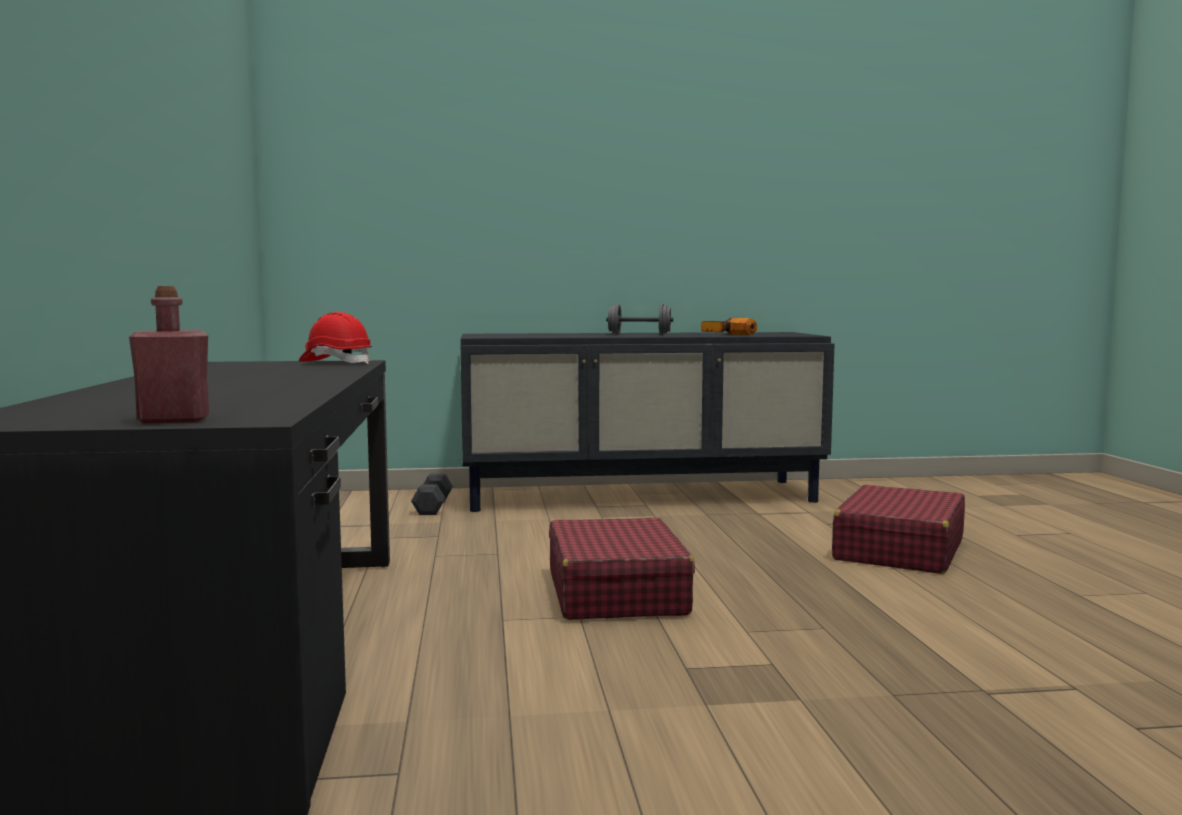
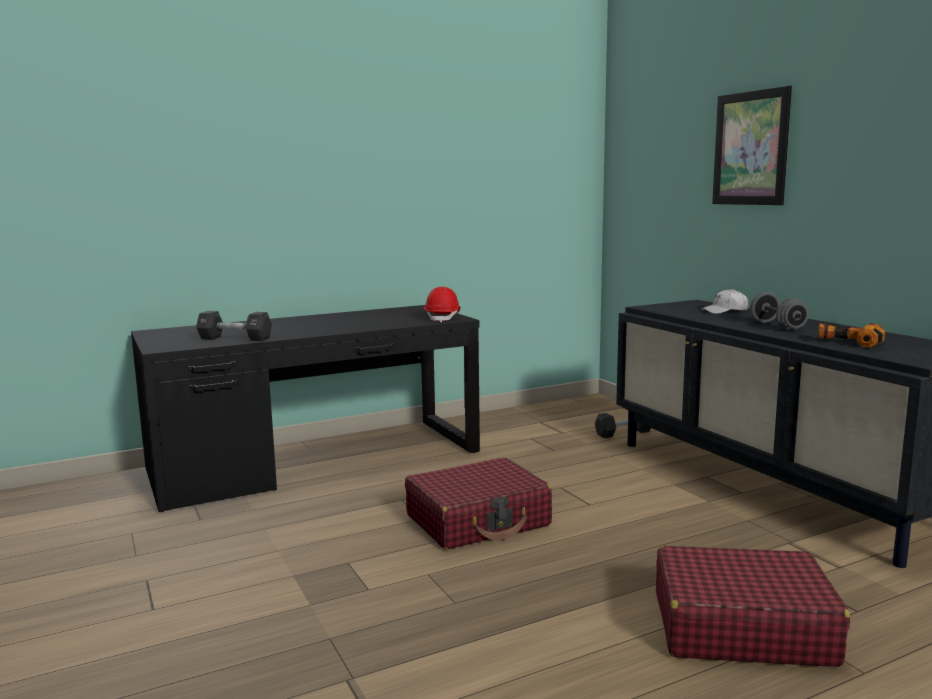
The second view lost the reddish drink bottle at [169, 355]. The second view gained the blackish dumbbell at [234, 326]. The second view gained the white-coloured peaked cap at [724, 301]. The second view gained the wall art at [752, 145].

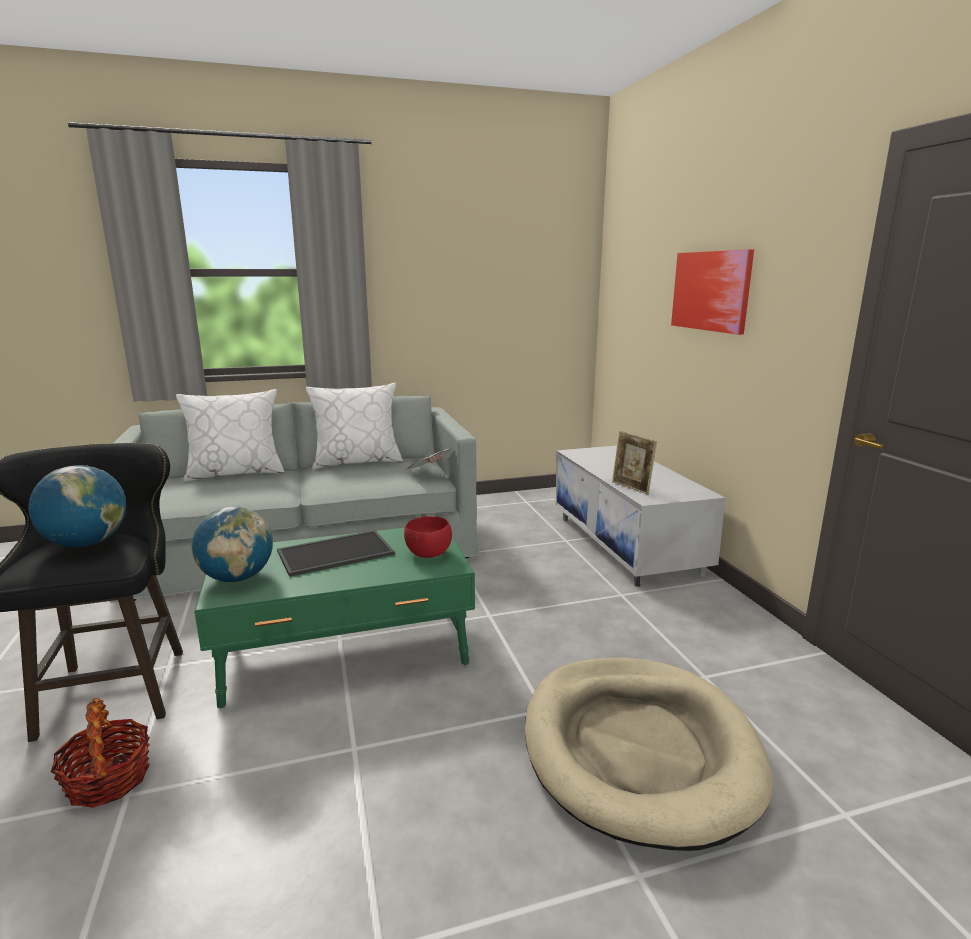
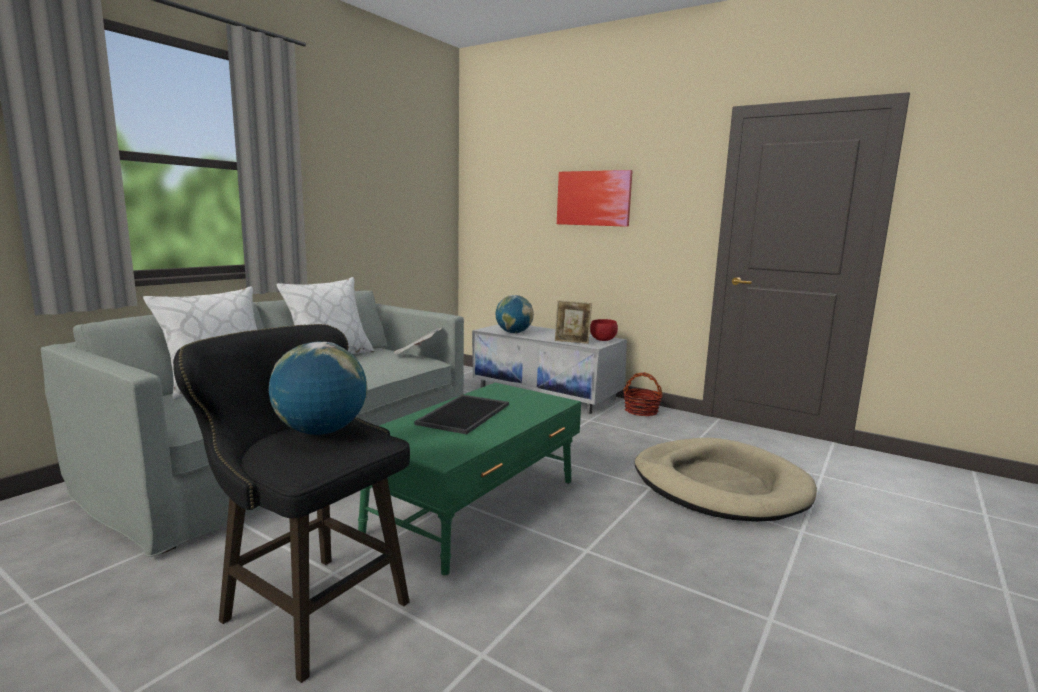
The basket ended up elsewhere, having gone from [100, 753] to [643, 394]. The globe ended up elsewhere, having gone from [232, 544] to [515, 314]. The reddish deep dish ended up elsewhere, having gone from [428, 537] to [604, 330].

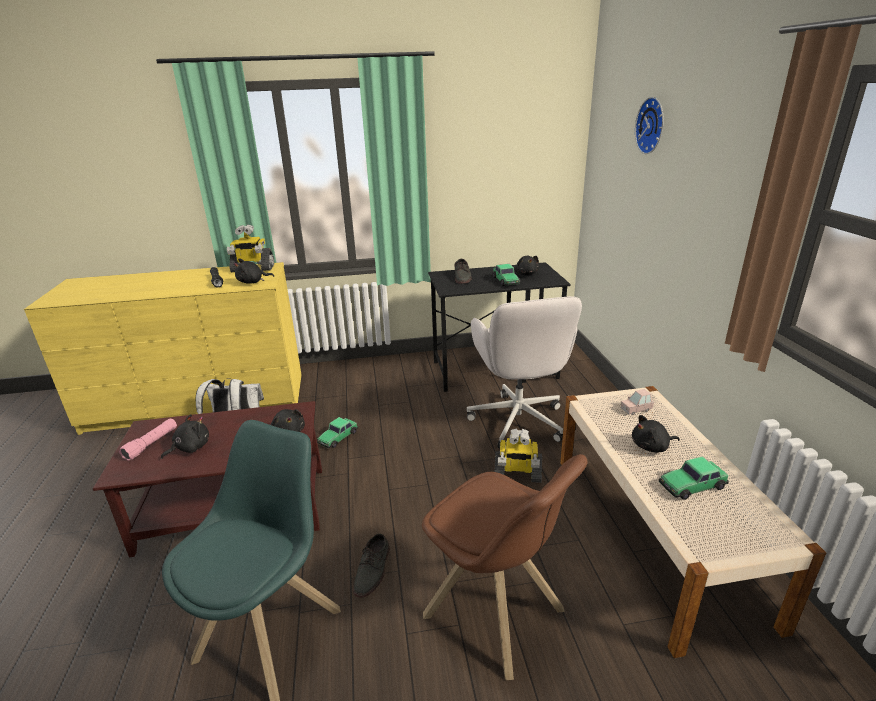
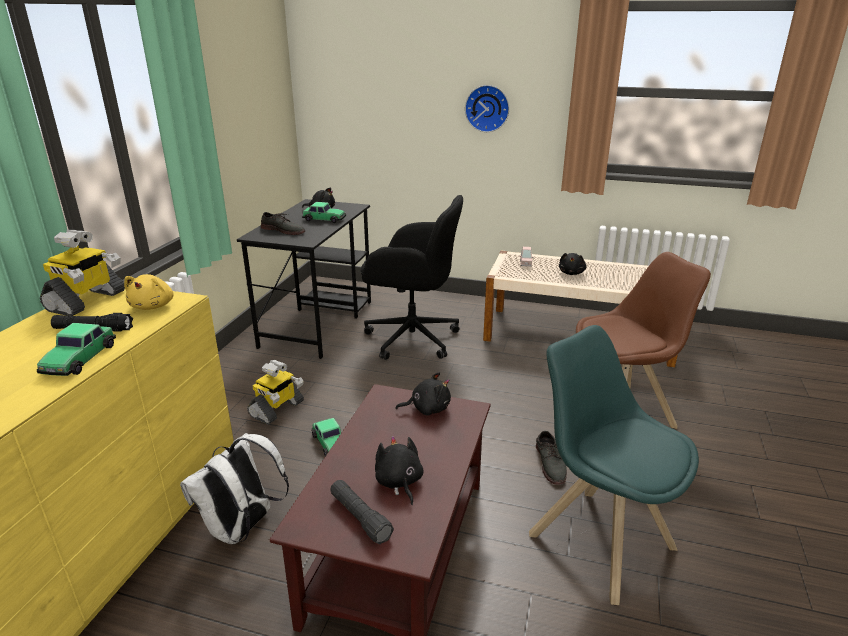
What was the pinkish torch at [148, 440] turned into the blackish torch at [362, 512]. What was the blackish soft toy at [254, 271] turned into the yellow-coloured soft toy at [149, 292]. The grey low shoe at [371, 565] ended up facing another way, 45 degrees clockwise from before. What was the white-coloured desk chair at [524, 372] turned into the blackish desk chair at [411, 277]. The robot figure ended up elsewhere, having gone from [518, 456] to [275, 392]. The hanging clock ended up elsewhere, having gone from [649, 125] to [487, 108]. The toy car ended up elsewhere, having gone from [694, 478] to [76, 349].

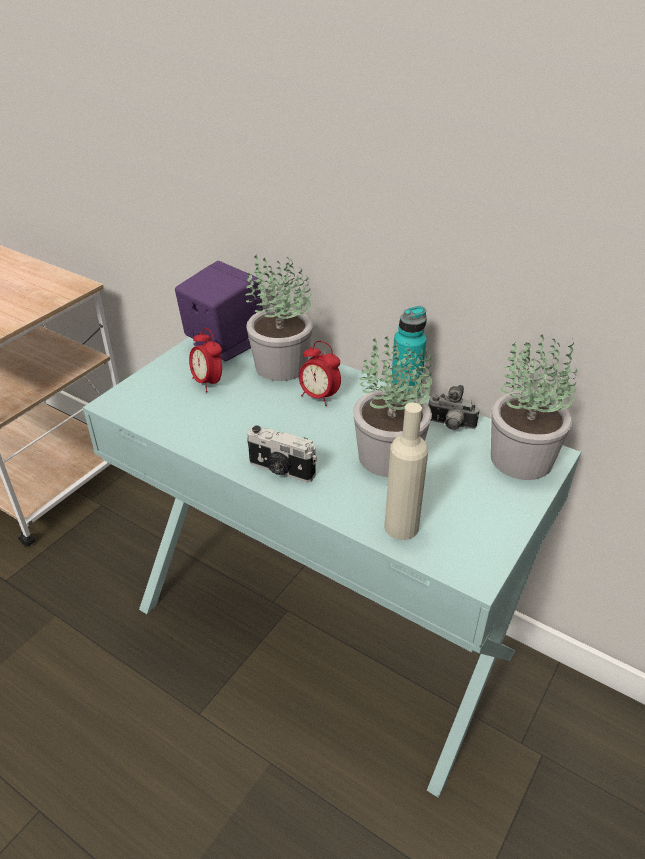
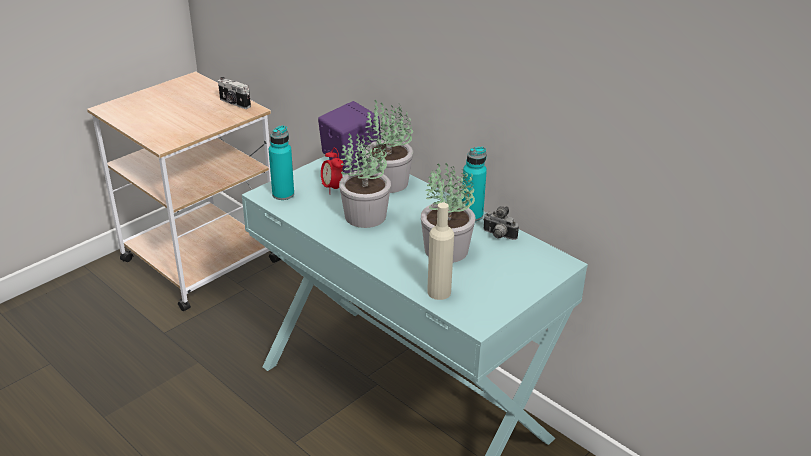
The still camera ended up elsewhere, having gone from [282, 454] to [234, 93]. The second view lost the bedside clock at [320, 373]. The plant in a pot ended up elsewhere, having gone from [534, 407] to [365, 179]. The second view gained the turquoise drink bottle at [281, 162].

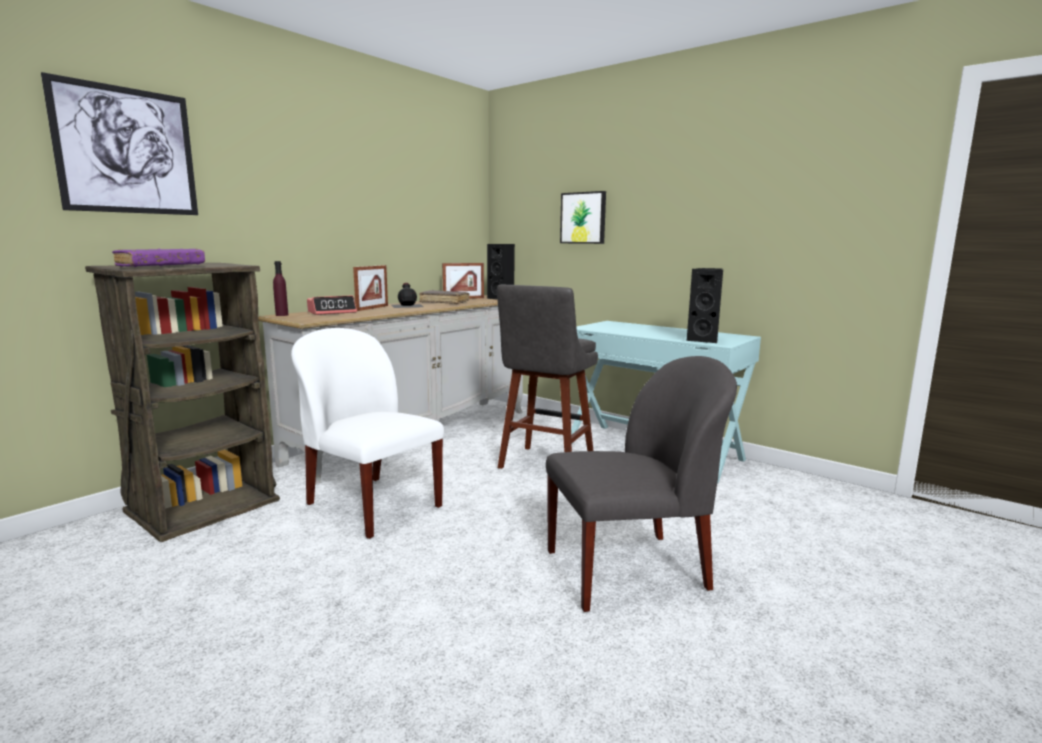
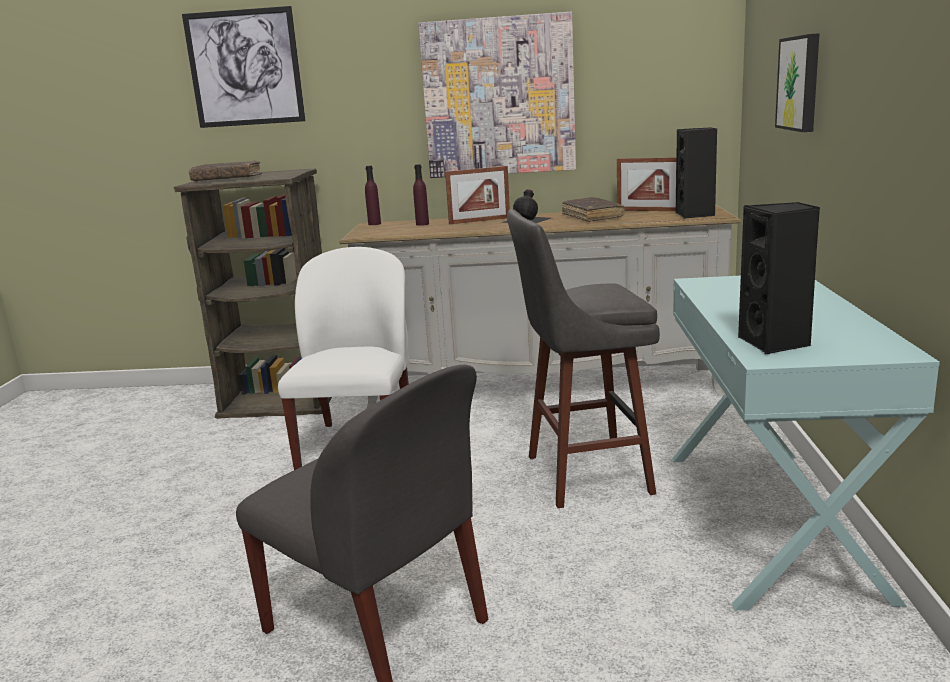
What was the purple-coloured book at [158, 257] turned into the brownish book at [225, 171]. Where the bedside clock stood at [332, 305], the purple-coloured drink bottle came to stand at [421, 195]. The second view gained the wall art at [497, 95].

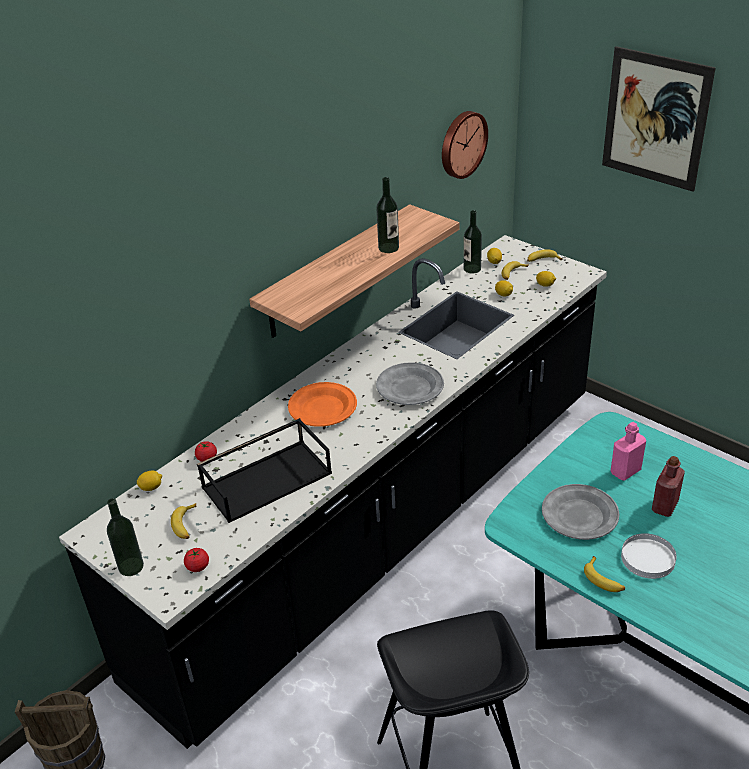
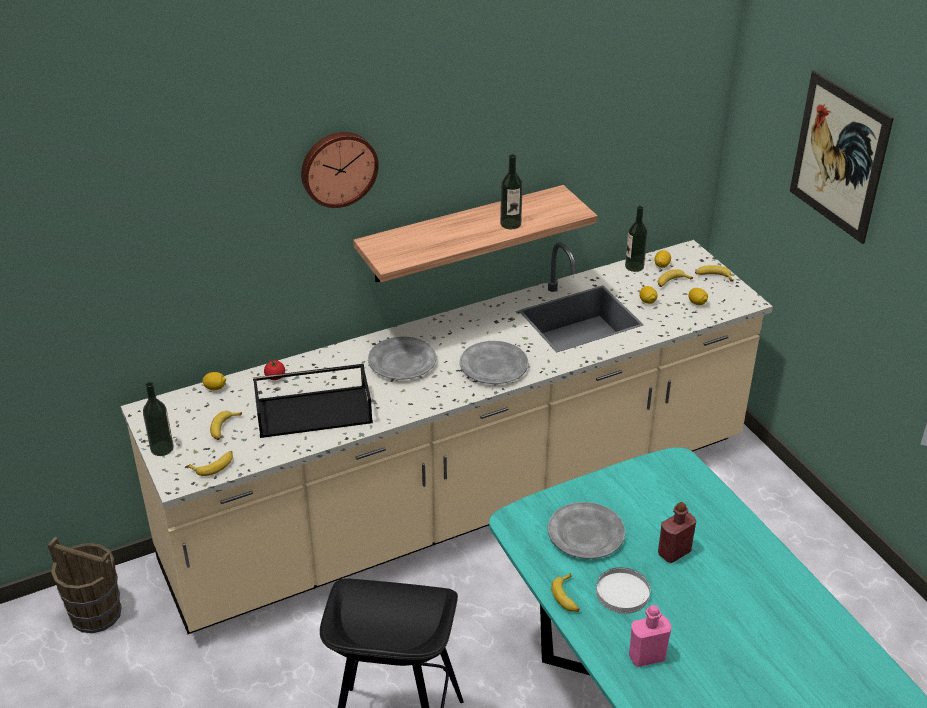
What was the blackish kitchen counter at [333, 492] turned into the sand-coloured kitchen counter at [447, 437]. Where the whole tomato stood at [196, 560], the banana fruit came to stand at [210, 463]. What was the orange-coloured dinner plate at [322, 404] turned into the grey dinner plate at [402, 358]. The hanging clock ended up elsewhere, having gone from [465, 145] to [340, 170]. The pinkish drink bottle ended up elsewhere, having gone from [628, 451] to [650, 636].

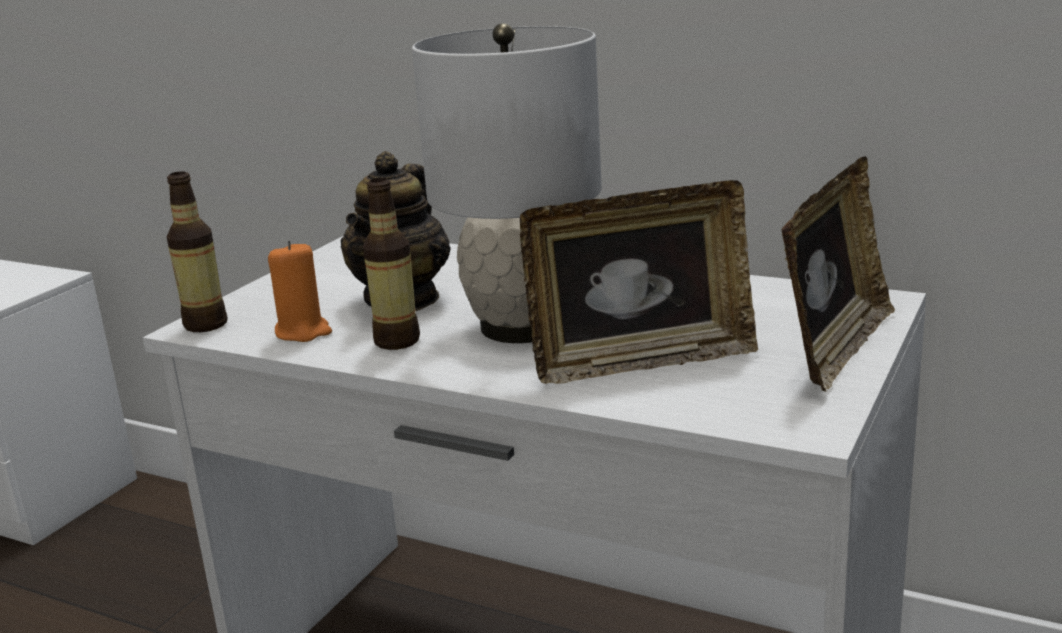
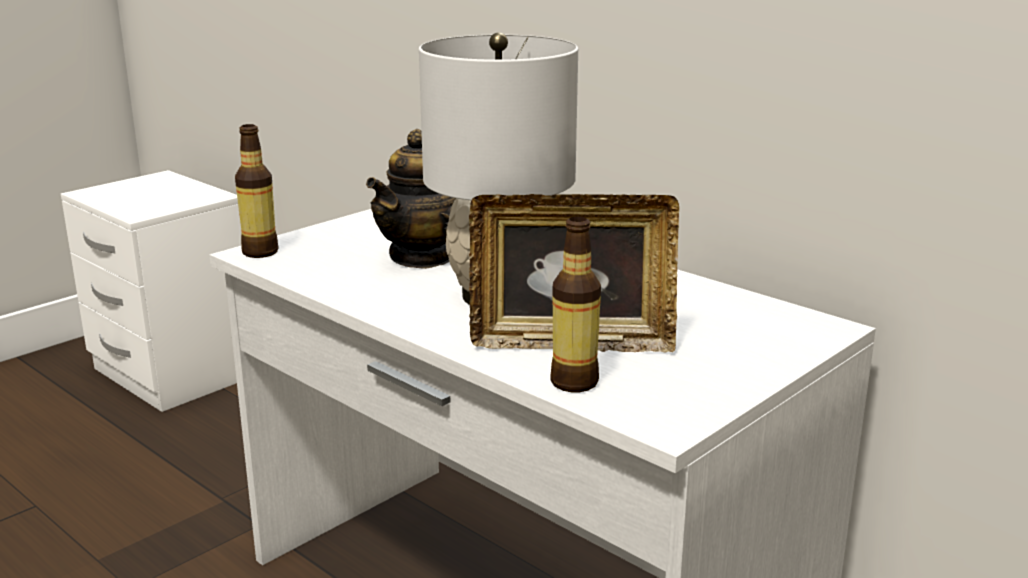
The second view lost the orange-coloured wax light at [300, 291]. The drink bottle ended up elsewhere, having gone from [391, 264] to [575, 304]. The second view lost the standing frame at [838, 274].

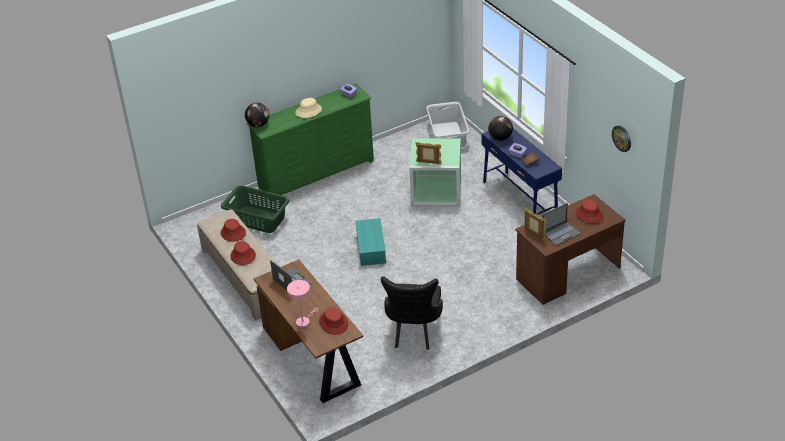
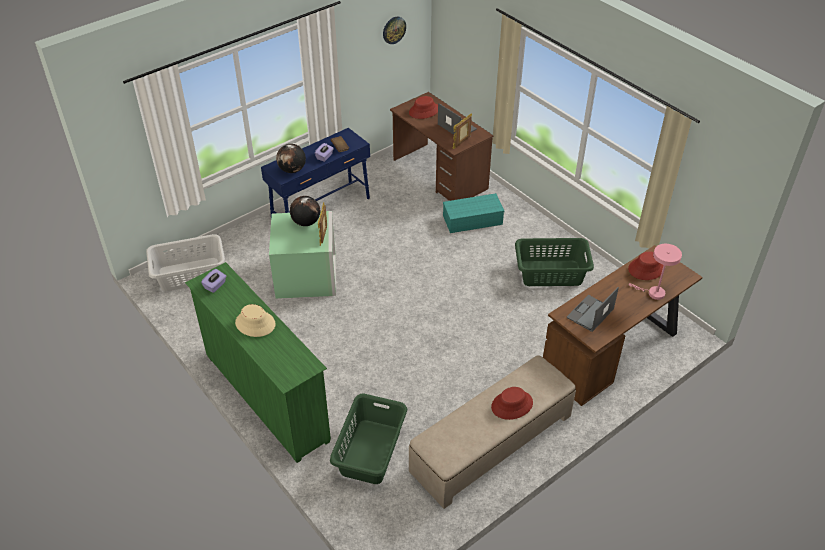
The second view lost the reddish wearable hat at [233, 230]. The globe ended up elsewhere, having gone from [257, 115] to [305, 211]. The turquoise storage bin ended up elsewhere, having gone from [370, 242] to [474, 213]. Where the blackish upright chair stood at [412, 313], the green-coloured hamper came to stand at [554, 262].

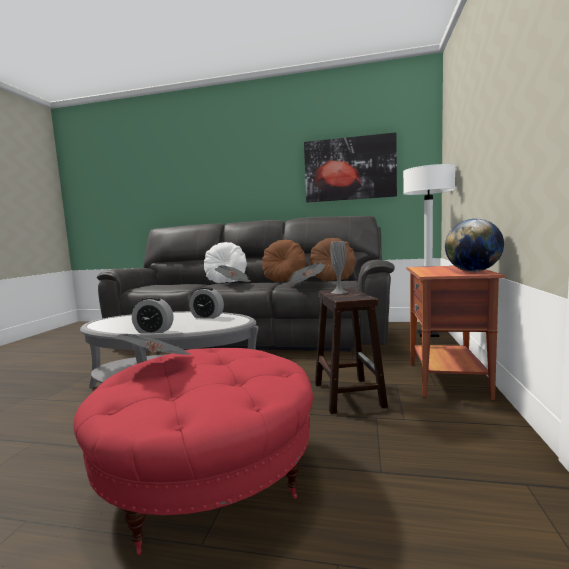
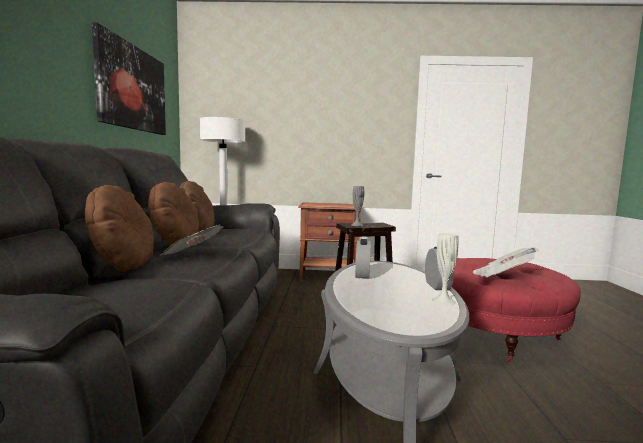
What was the white-coloured pillow at [225, 262] turned into the brownish pillow at [119, 228]. The second view lost the printed paper at [306, 273]. The second view lost the globe at [474, 245]. The second view gained the white-coloured vase at [445, 269].

